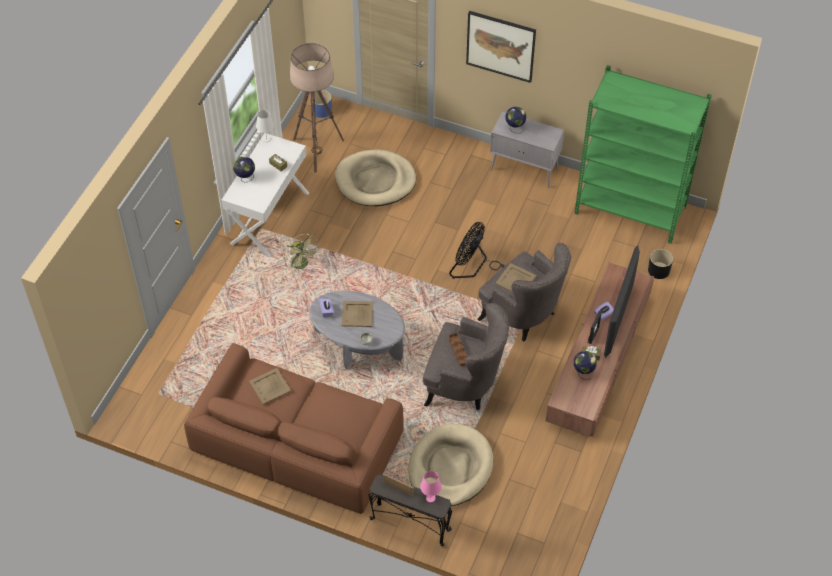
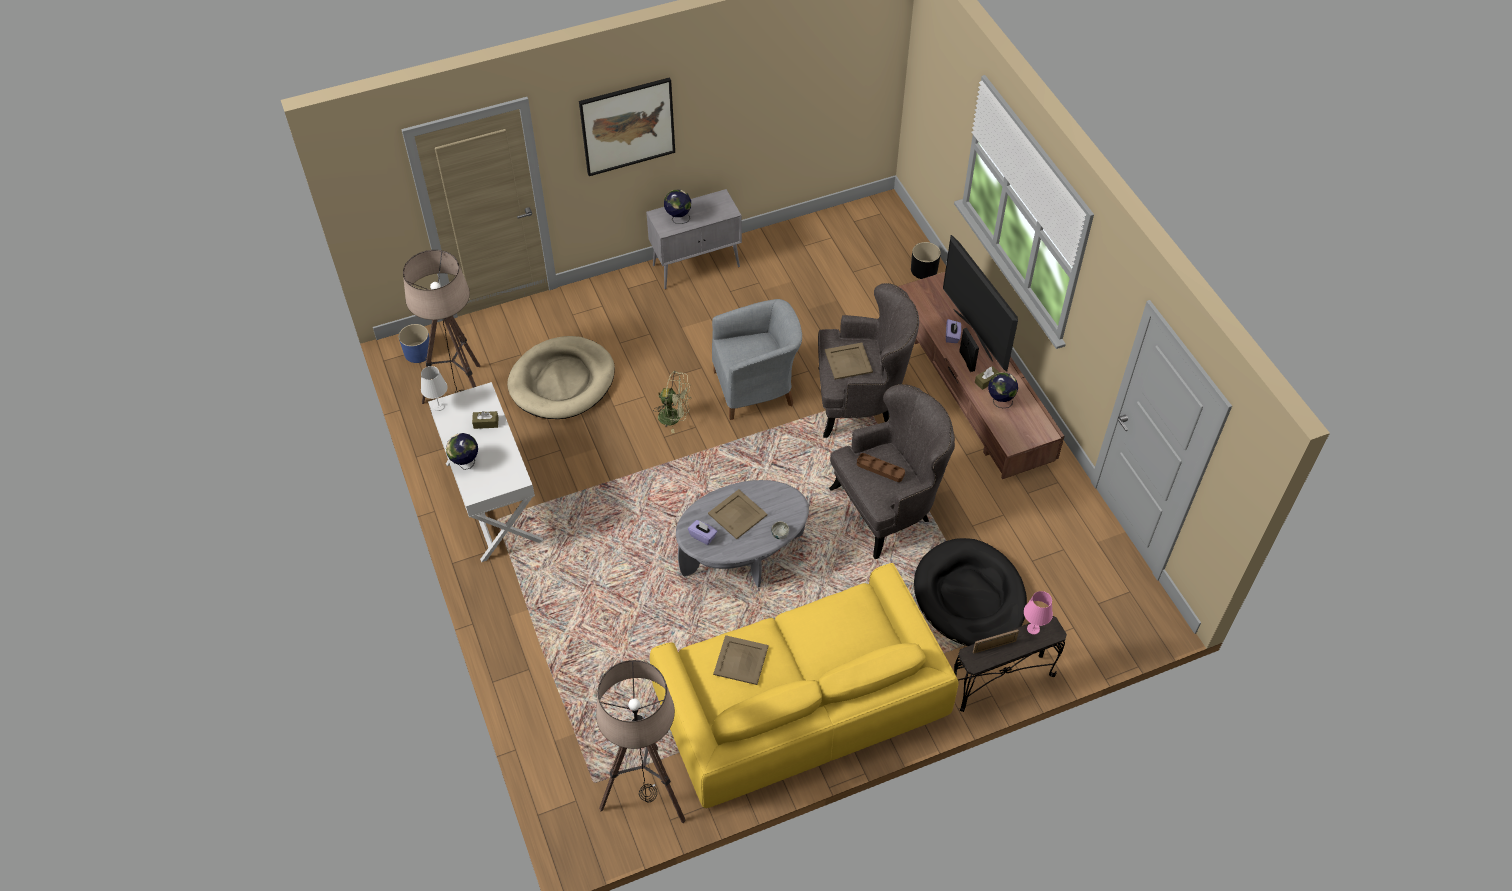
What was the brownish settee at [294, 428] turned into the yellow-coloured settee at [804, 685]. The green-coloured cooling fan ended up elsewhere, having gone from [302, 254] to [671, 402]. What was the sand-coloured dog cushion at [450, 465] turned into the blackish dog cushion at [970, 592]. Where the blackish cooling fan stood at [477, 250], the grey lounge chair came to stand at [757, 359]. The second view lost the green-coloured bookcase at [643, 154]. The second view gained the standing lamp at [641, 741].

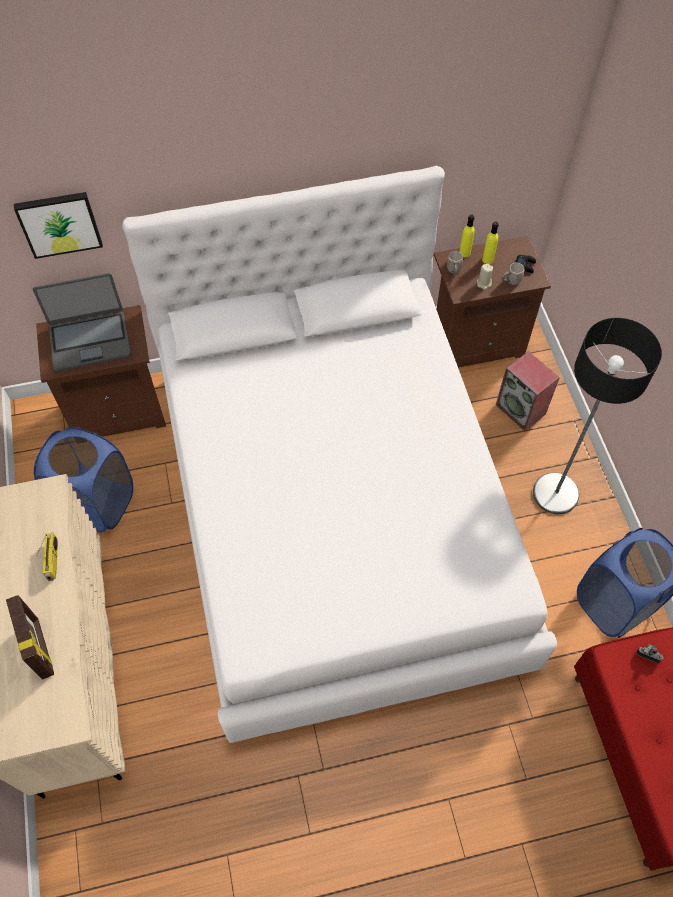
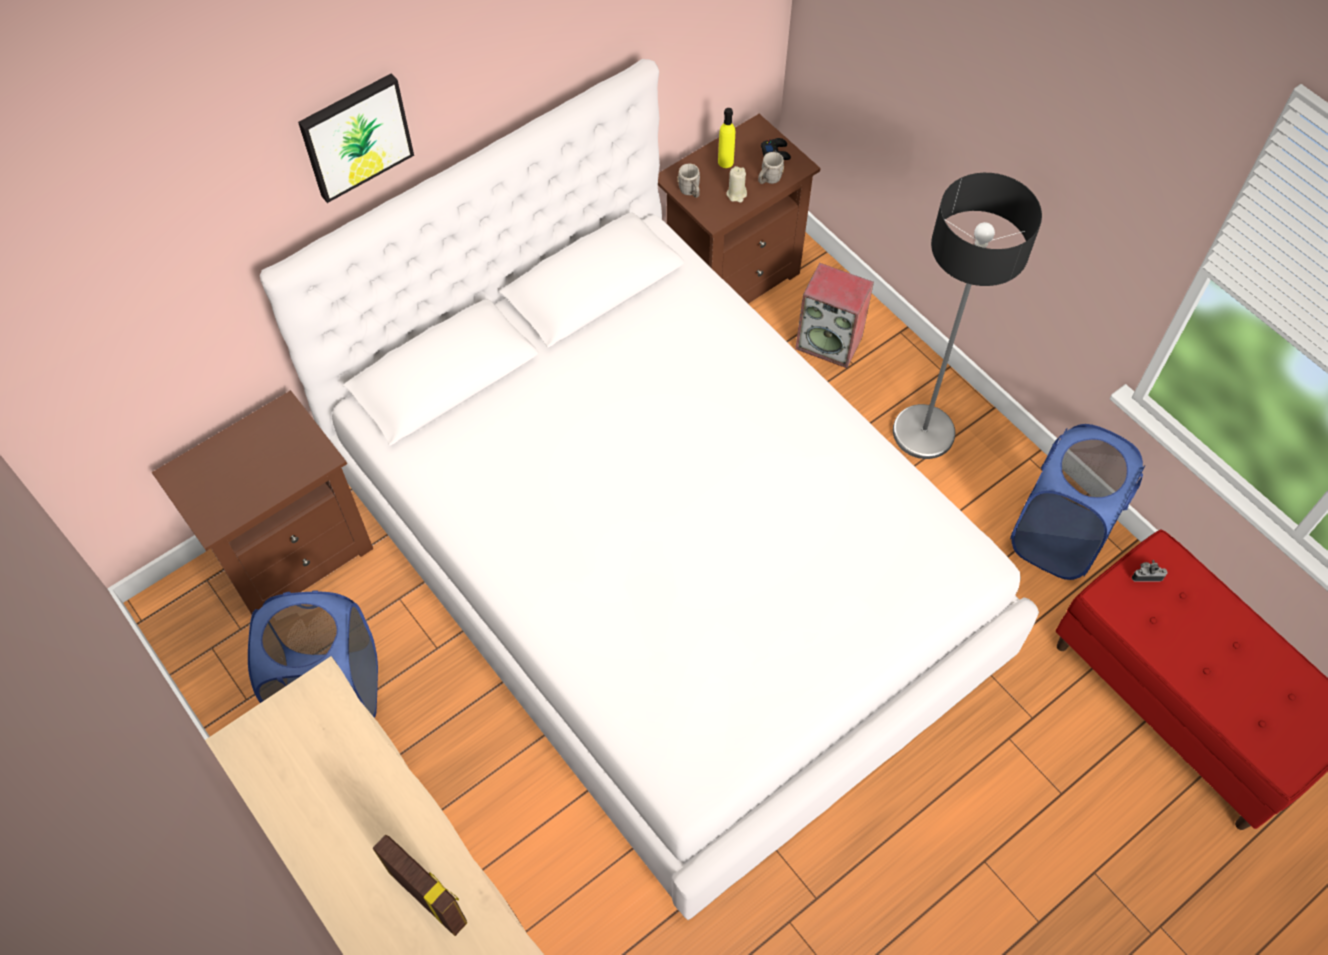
The wall art ended up elsewhere, having gone from [58, 225] to [356, 138]. The second view lost the notebook computer at [82, 322]. The second view lost the radio set at [47, 557]. The second view lost the yellow-coloured drink bottle at [466, 236].

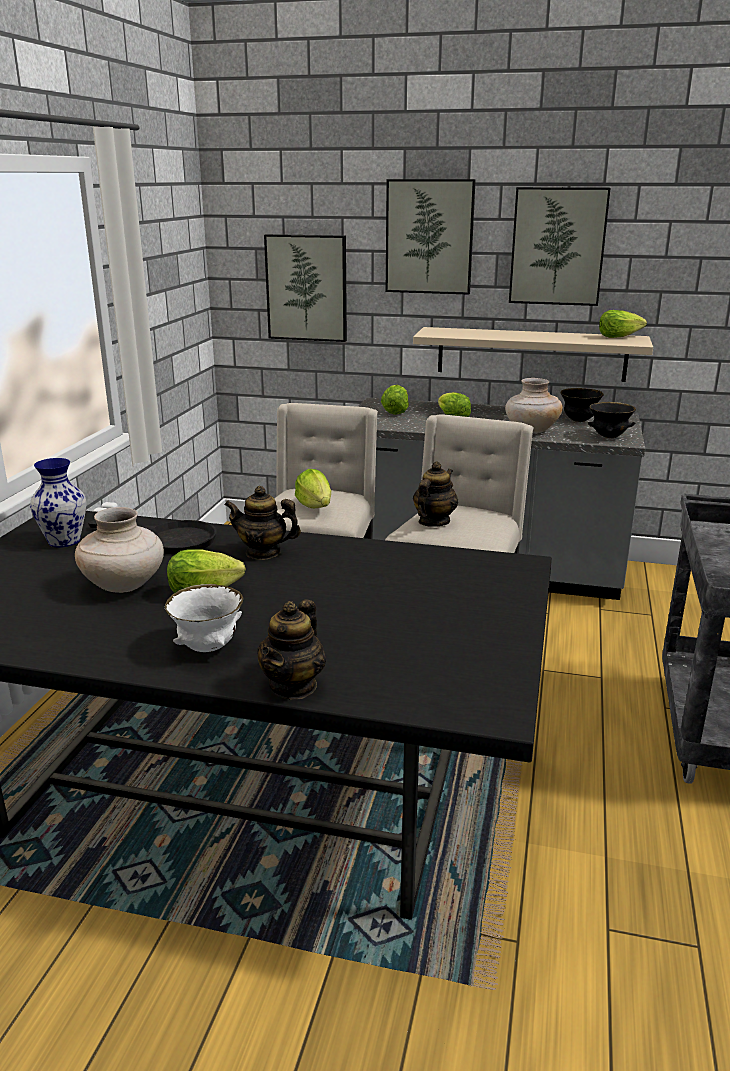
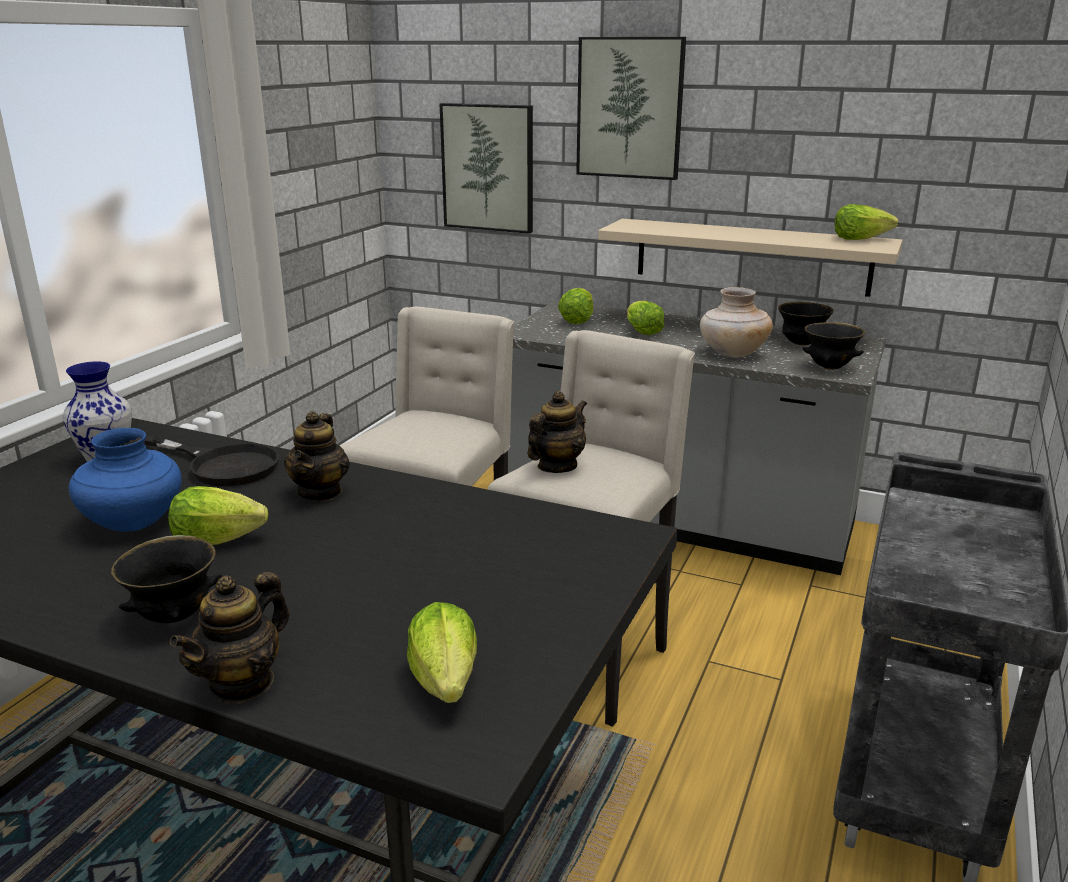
What was the sand-coloured vase at [119, 550] turned into the bluish vase at [125, 480]. What was the white-coloured deep dish at [204, 618] turned into the blackish deep dish at [166, 579]. The pot for tea at [262, 523] ended up facing another way, 105 degrees counterclockwise from before. The lettuce head ended up elsewhere, having gone from [313, 488] to [442, 652]. The second view lost the wall art at [560, 246].

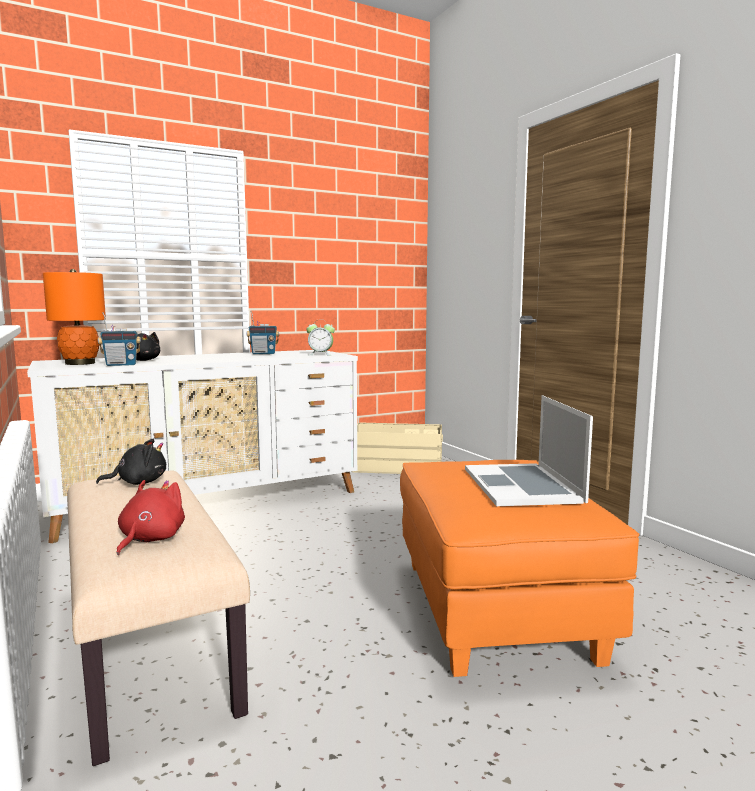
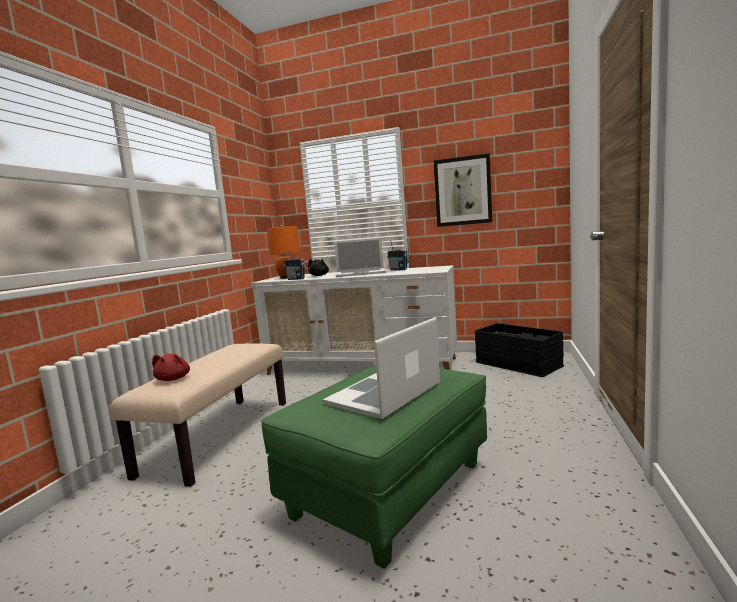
The second view lost the blackish soft toy at [131, 462]. The reddish soft toy at [150, 517] ended up facing another way, 120 degrees clockwise from before. The second view lost the bedside clock at [320, 337]. What was the sand-coloured storage bin at [397, 448] turned into the blackish storage bin at [519, 350]. What was the orange-coloured ottoman at [519, 568] turned into the green-coloured ottoman at [374, 466]. The second view gained the notebook computer at [360, 257]. The second view gained the wall art at [463, 190].

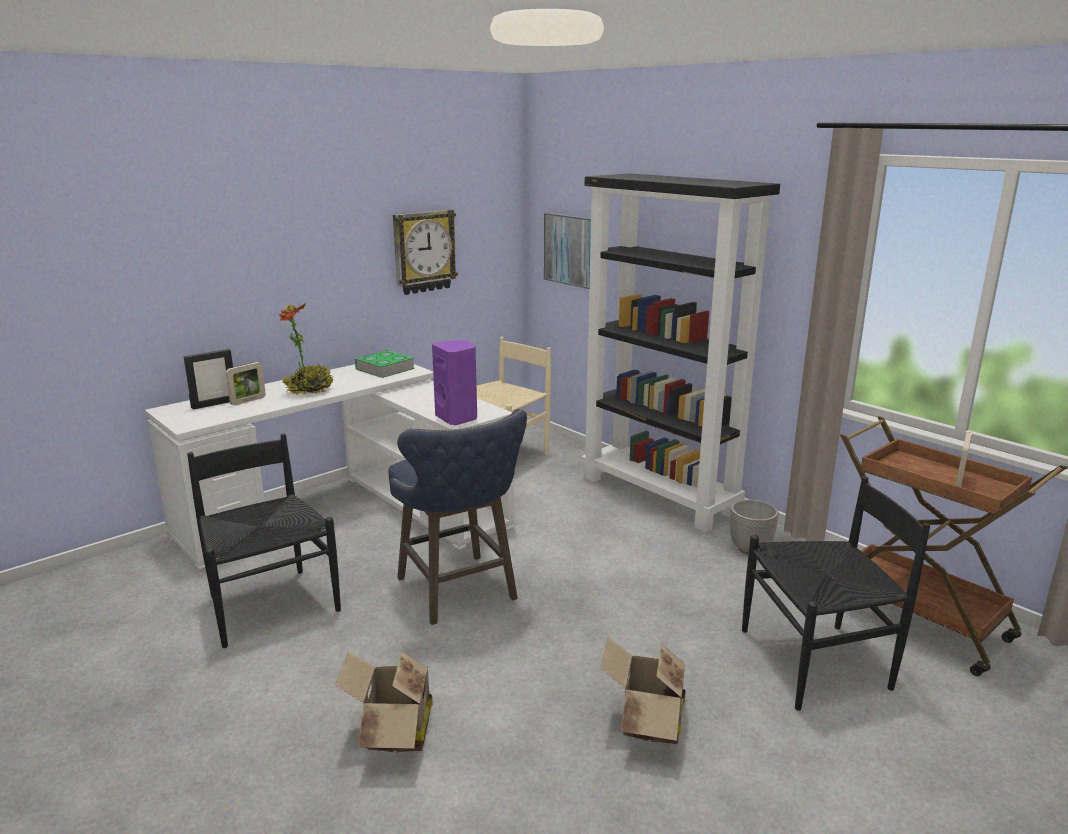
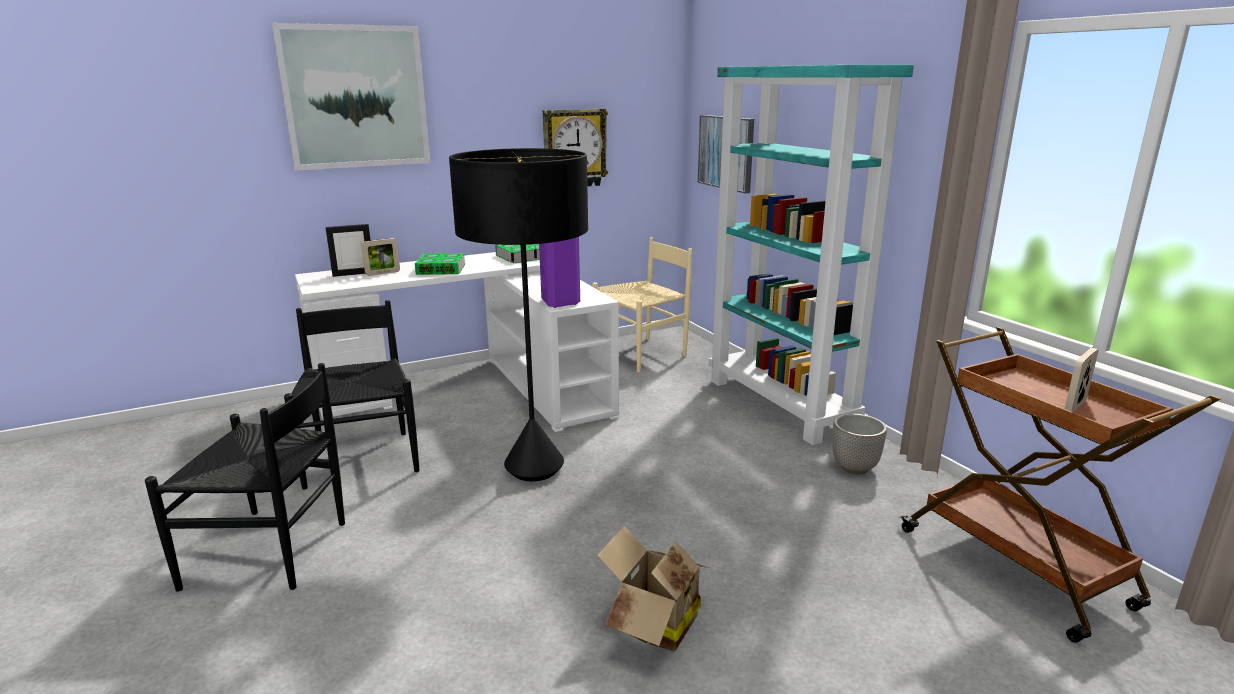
Where the plant in a pot stood at [306, 349], the book came to stand at [440, 264]. The second view lost the packing box at [384, 701]. Where the bluish stool seat stood at [457, 517], the blackish standing lamp came to stand at [518, 314]. What was the blackish bookcase at [681, 352] turned into the turquoise bookcase at [811, 255]. The blackish upright chair ended up elsewhere, having gone from [836, 593] to [245, 477]. The second view gained the wall art at [351, 97].

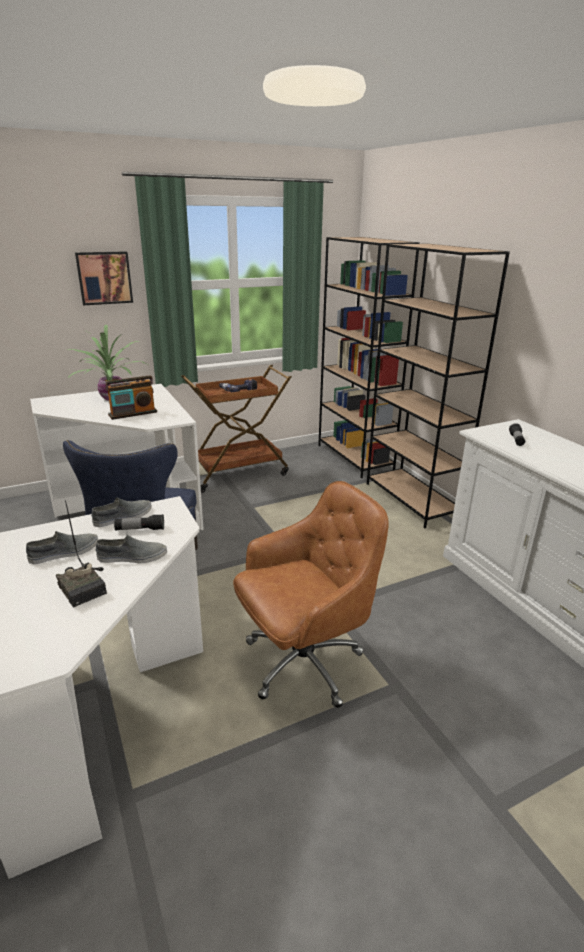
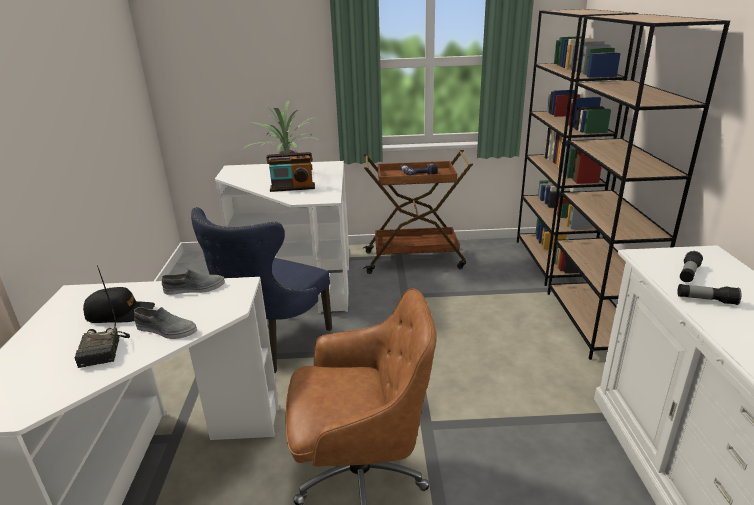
Where the grey low shoe stood at [62, 547], the blackish peaked cap came to stand at [119, 305]. The second view lost the wall art at [104, 278]. The torch ended up elsewhere, having gone from [139, 522] to [709, 294].

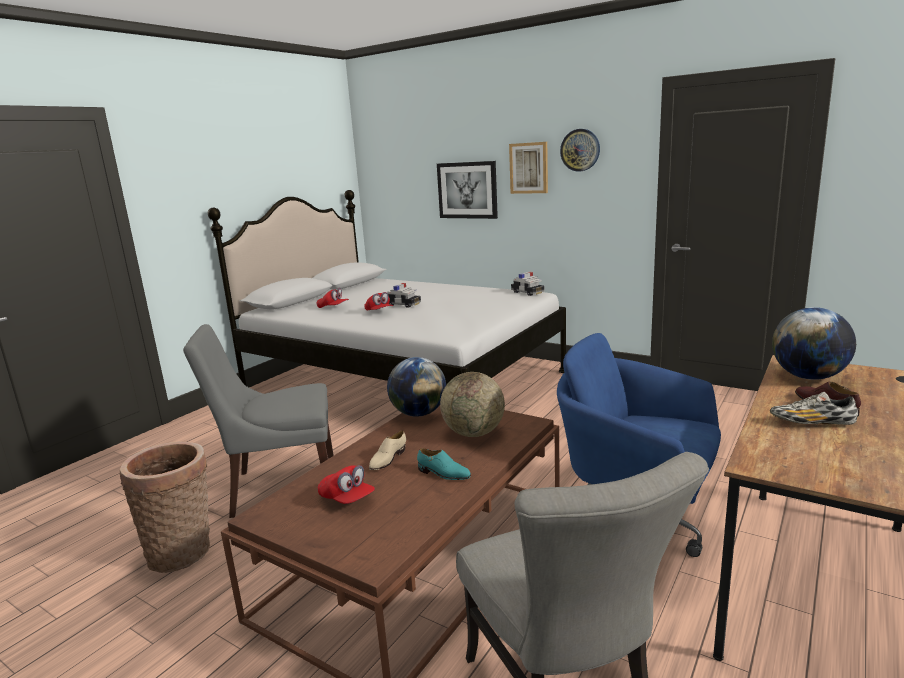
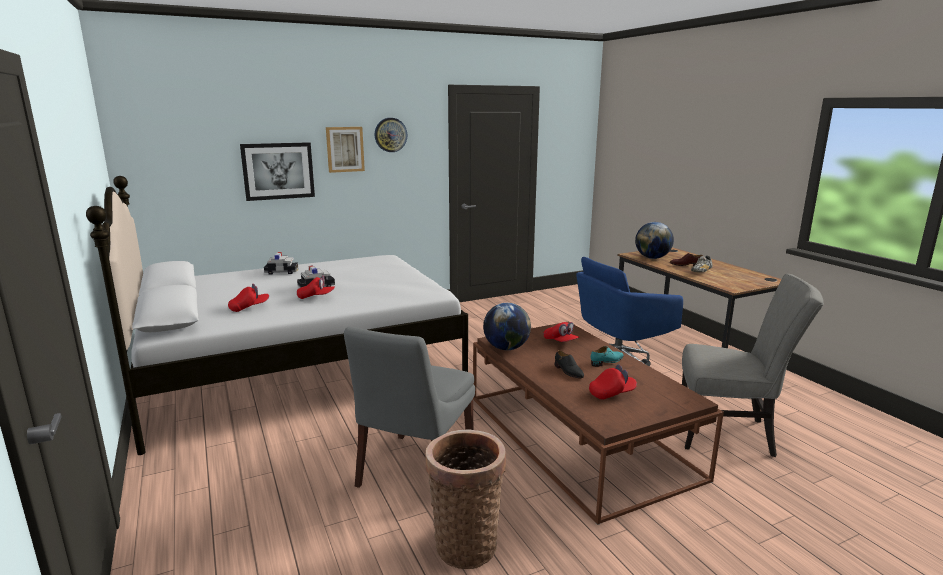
What was the sand-coloured low shoe at [387, 450] turned into the blackish low shoe at [569, 364]. Where the globe stood at [472, 404], the reddish peaked cap came to stand at [561, 332]. The toy car ended up elsewhere, having gone from [527, 284] to [281, 263].

